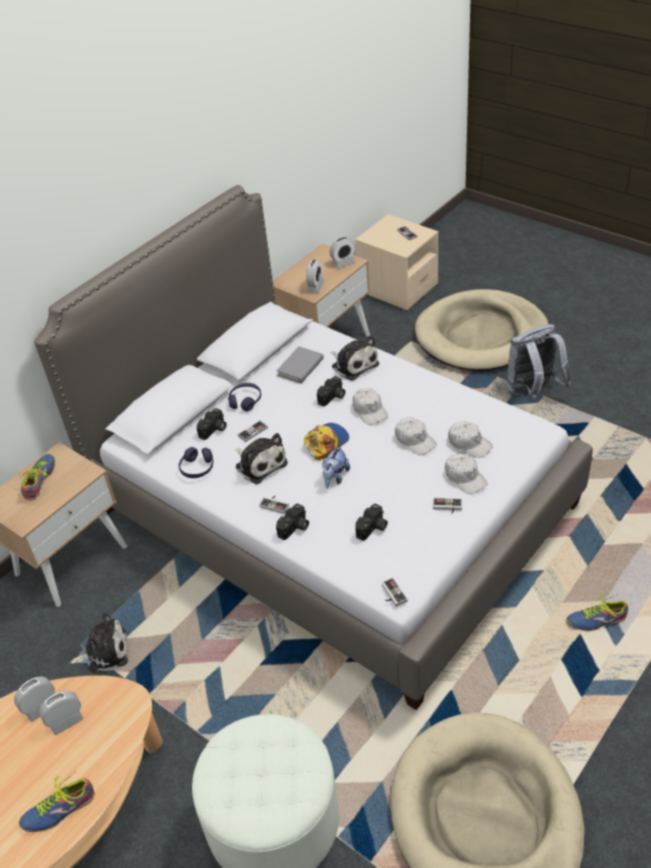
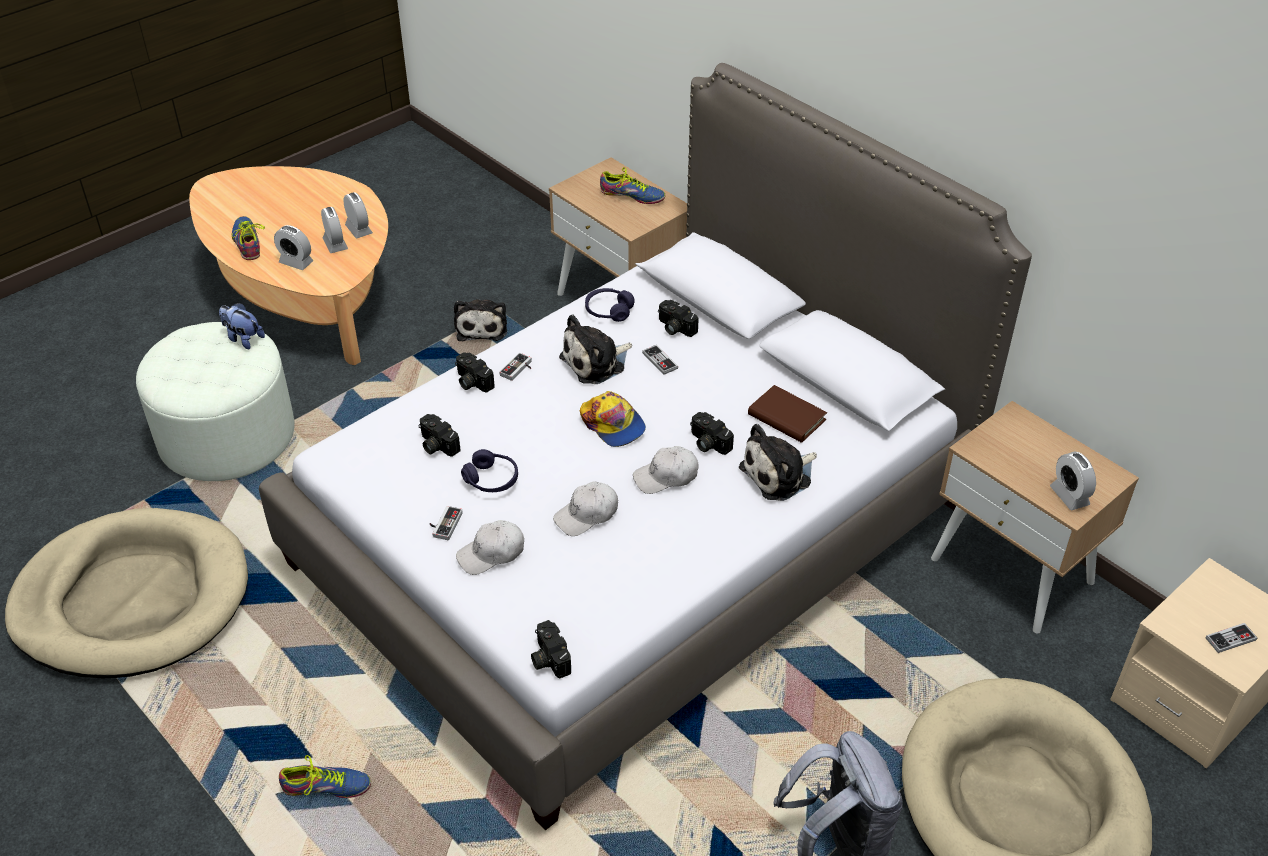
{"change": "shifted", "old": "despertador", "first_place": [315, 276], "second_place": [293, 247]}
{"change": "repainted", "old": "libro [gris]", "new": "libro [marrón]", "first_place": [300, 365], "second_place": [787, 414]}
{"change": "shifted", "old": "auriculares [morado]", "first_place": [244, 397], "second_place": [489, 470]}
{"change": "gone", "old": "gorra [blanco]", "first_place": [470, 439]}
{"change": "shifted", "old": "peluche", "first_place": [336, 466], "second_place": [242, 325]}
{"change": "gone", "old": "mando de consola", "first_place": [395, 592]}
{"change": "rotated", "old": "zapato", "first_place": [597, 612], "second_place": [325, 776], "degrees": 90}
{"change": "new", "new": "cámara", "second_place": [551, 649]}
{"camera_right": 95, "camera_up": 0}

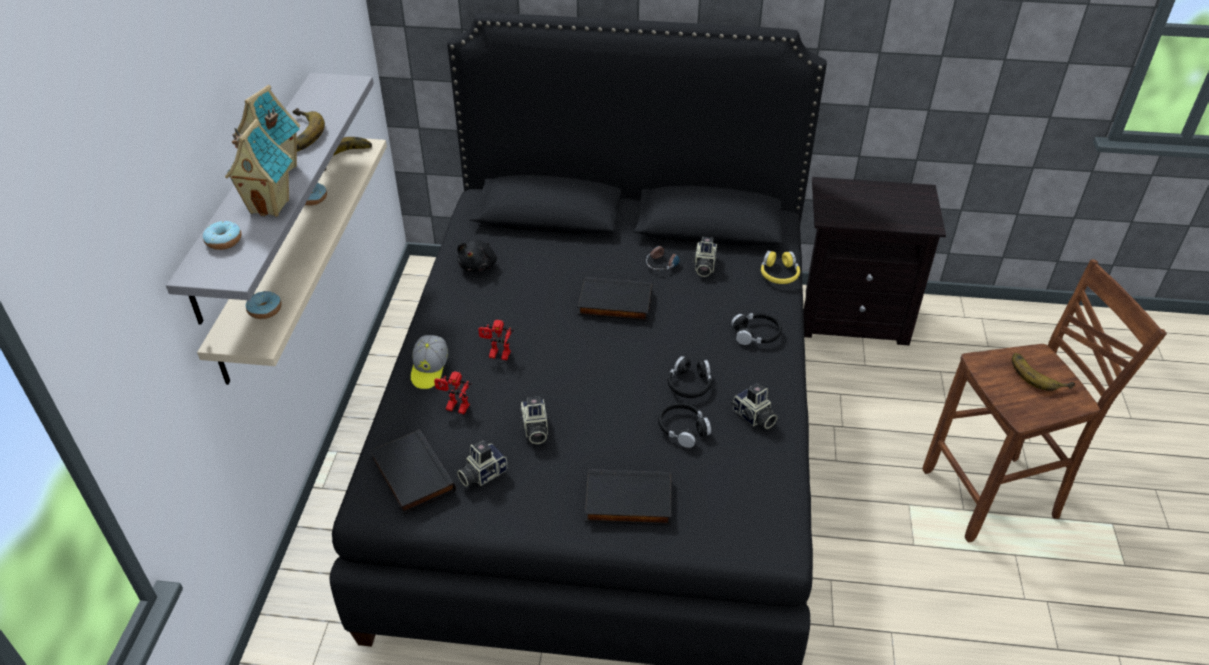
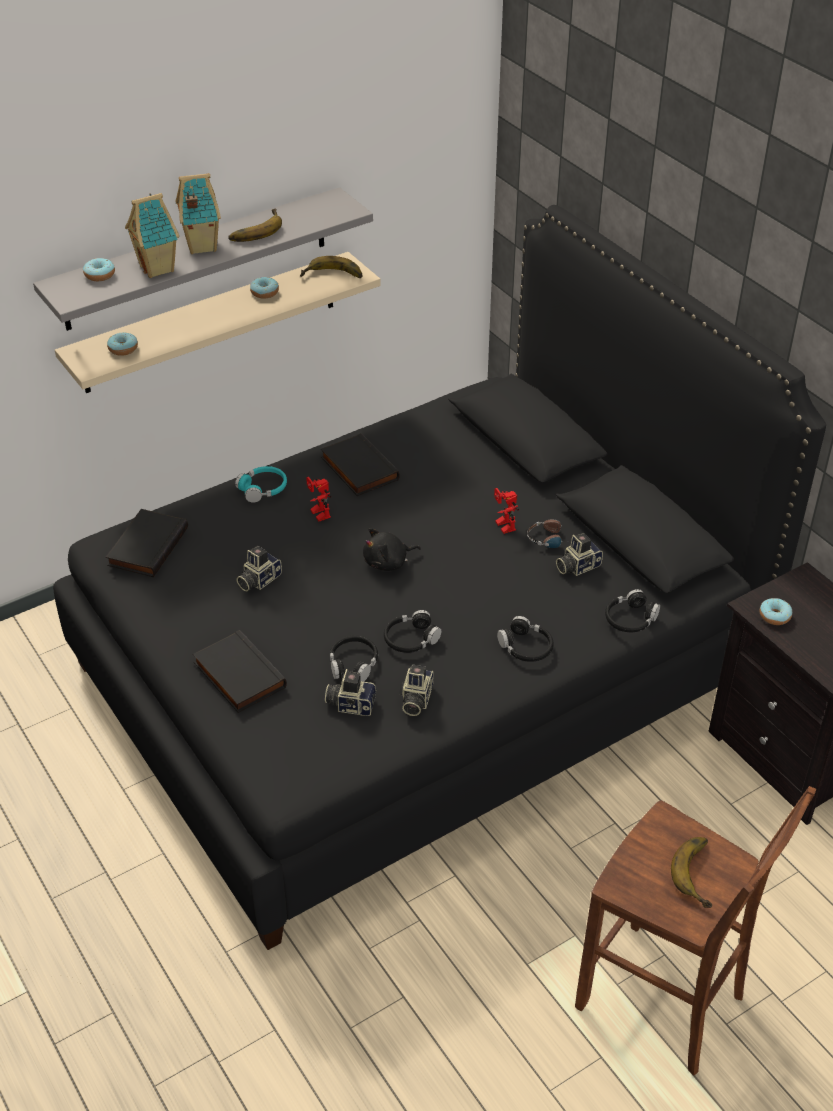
{"change": "shifted", "old": "peluche [negro]", "first_place": [477, 256], "second_place": [392, 549]}
{"change": "repainted", "old": "auriculares [amarillo]", "new": "auriculares [negro]", "first_place": [780, 267], "second_place": [632, 610]}
{"change": "shifted", "old": "libro [negro]", "first_place": [615, 299], "second_place": [360, 464]}
{"change": "swapped", "old": "gorra", "new": "auriculares [turquesa]", "first_place": [429, 362], "second_place": [261, 484]}
{"change": "shifted", "old": "robot de juguete", "first_place": [453, 392], "second_place": [506, 511]}
{"change": "shifted", "old": "cámara", "first_place": [482, 464], "second_place": [351, 692]}
{"change": "new", "new": "rosquilla", "second_place": [776, 611]}
{"camera_right": 50, "camera_up": 0}

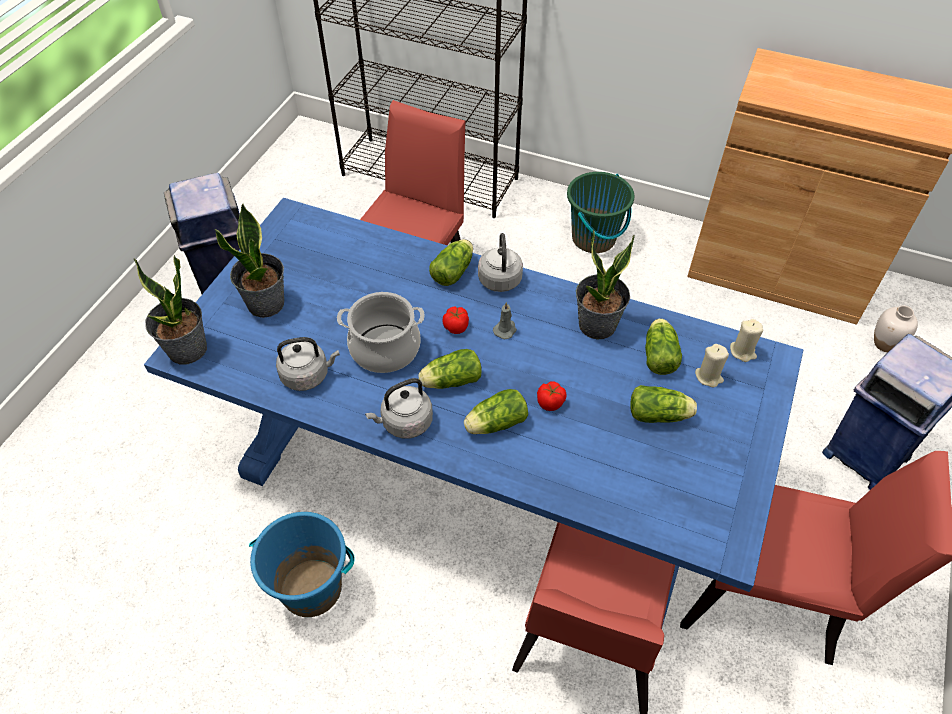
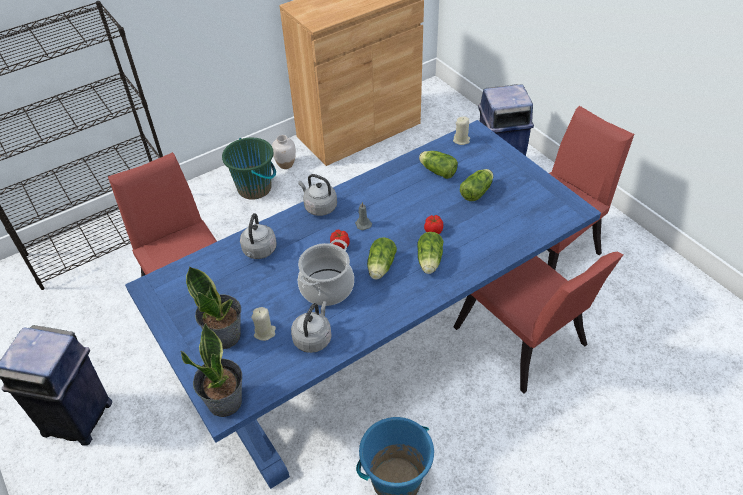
{"change": "gone", "old": "planta en maceta", "first_place": [605, 285]}
{"change": "gone", "old": "lechuga", "first_place": [451, 262]}
{"change": "shifted", "old": "florero [blanco]", "first_place": [896, 328], "second_place": [284, 152]}
{"change": "shifted", "old": "vela [beis]", "first_place": [712, 366], "second_place": [263, 324]}
{"change": "shifted", "old": "hervidor [gris]", "first_place": [399, 408], "second_place": [258, 236]}
{"camera_right": -55, "camera_up": -5}

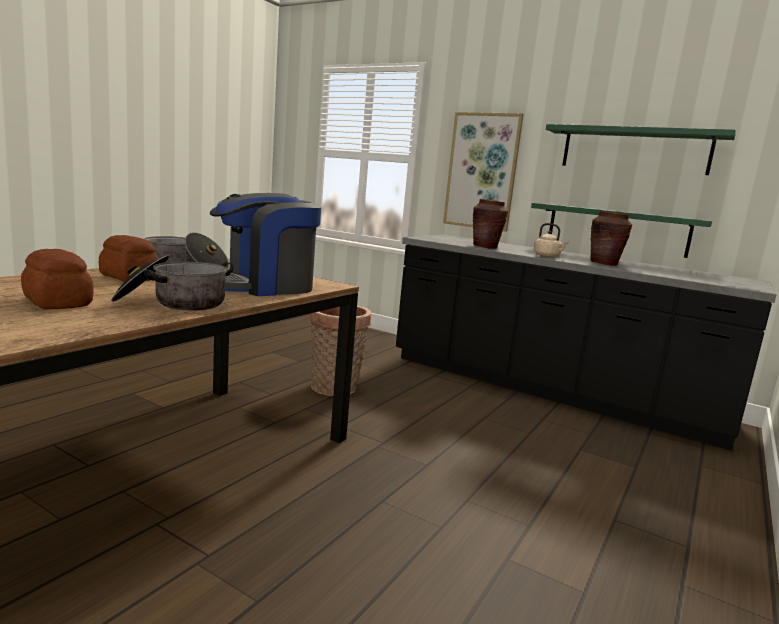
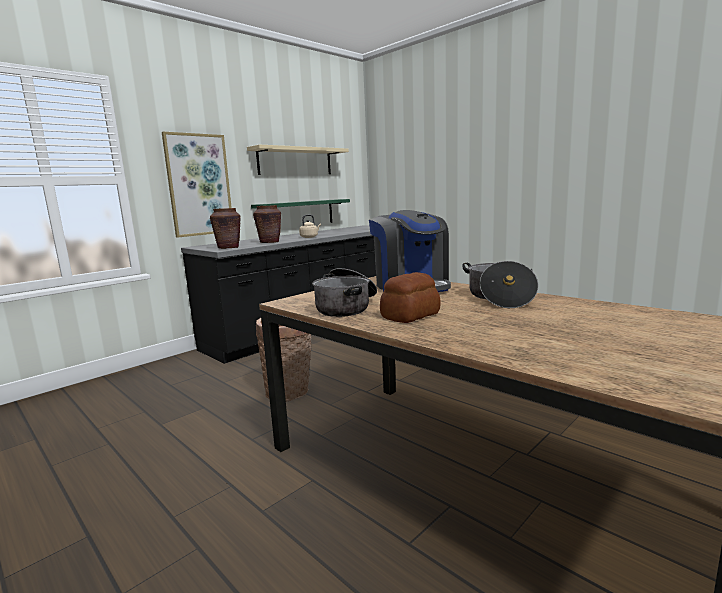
{"change": "repainted", "old": "estante [verde]", "new": "estante [beis]", "first_place": [641, 149], "second_place": [298, 160]}
{"change": "shifted", "old": "florero [marrón]", "first_place": [611, 238], "second_place": [225, 228]}
{"change": "gone", "old": "pan", "first_place": [57, 279]}
{"camera_right": -75, "camera_up": 0}

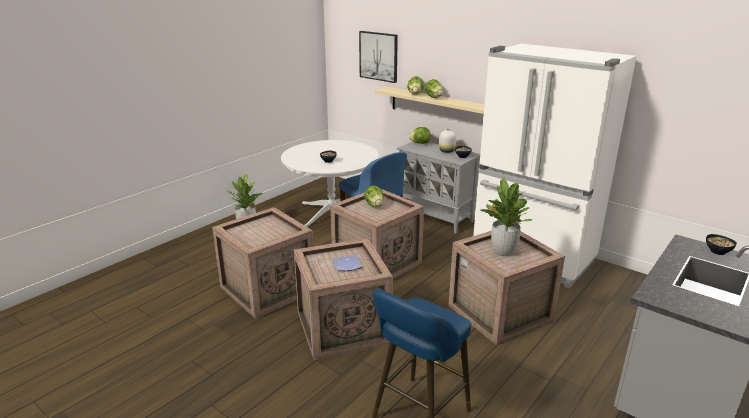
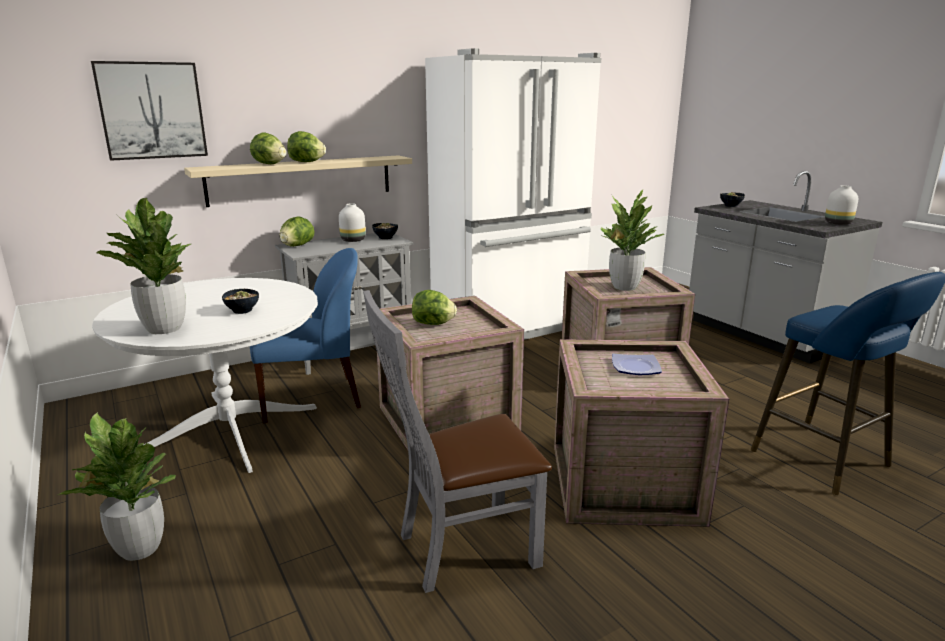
{"change": "swapped", "old": "caja de embalaje", "new": "silla [gris]", "first_place": [263, 263], "second_place": [457, 441]}
{"change": "new", "new": "florero [blanco]", "second_place": [841, 205]}
{"change": "new", "new": "planta en maceta", "second_place": [144, 266]}
{"camera_right": -70, "camera_up": -5}

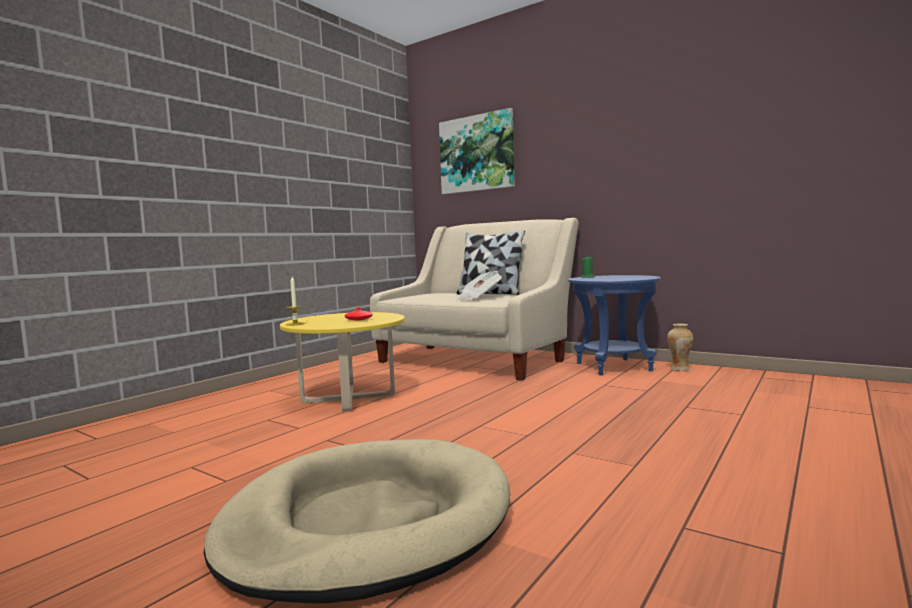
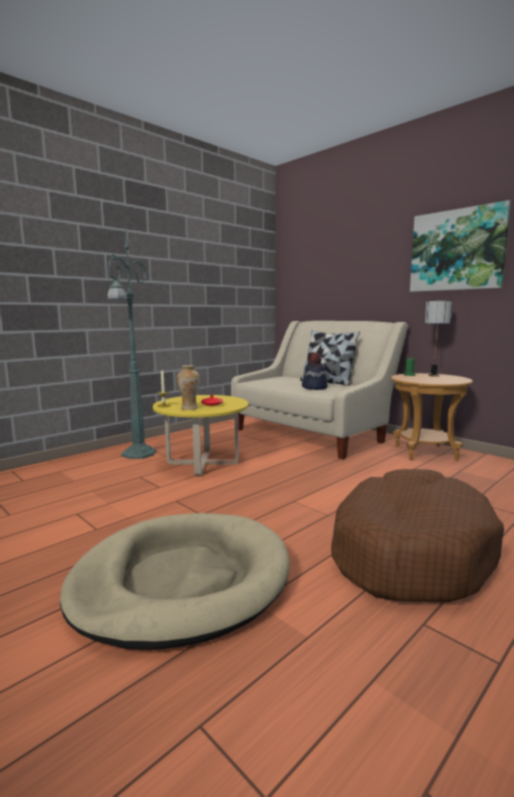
{"change": "shifted", "old": "cuadro", "first_place": [477, 151], "second_place": [460, 246]}
{"change": "swapped", "old": "periódico", "new": "sombrero", "first_place": [478, 285], "second_place": [315, 371]}
{"change": "repainted", "old": "mesa auxiliar [azul]", "new": "mesa auxiliar [marrón]", "first_place": [614, 325], "second_place": [432, 416]}
{"change": "shifted", "old": "florero", "first_place": [680, 347], "second_place": [188, 387]}
{"change": "new", "new": "lámpara de pie [verde]", "second_place": [132, 340]}
{"change": "new", "new": "lámpara de mesa", "second_place": [438, 338]}
{"change": "new", "new": "cama para perro [marrón]", "second_place": [417, 535]}
{"camera_right": 10, "camera_up": 5}

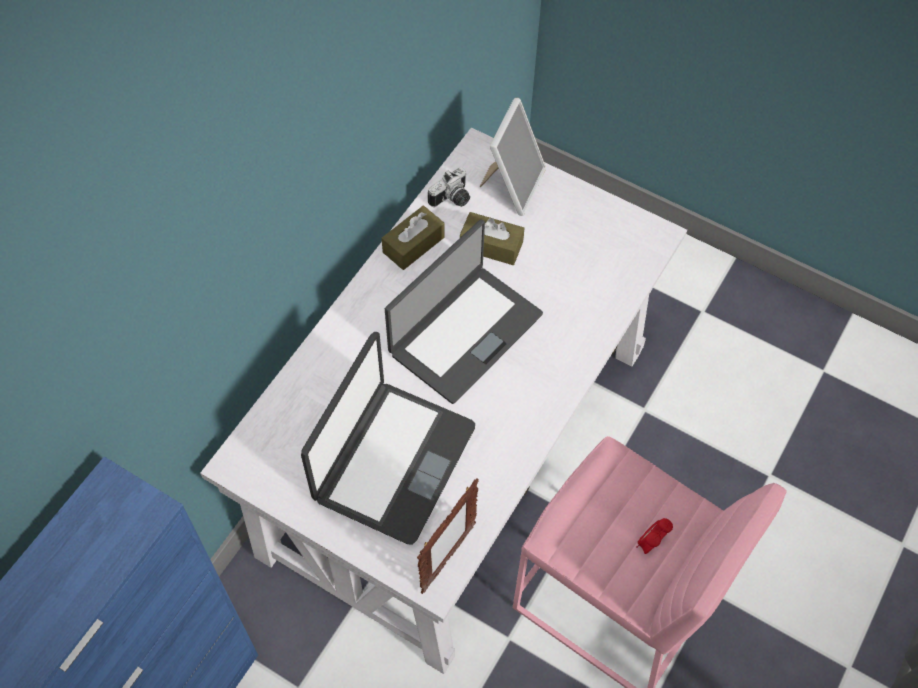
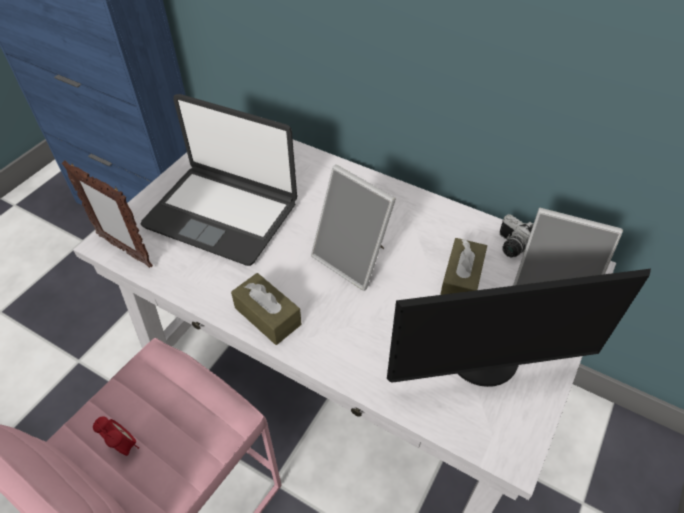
{"change": "shifted", "old": "caja de pañuelos [marrón]", "first_place": [413, 238], "second_place": [266, 309]}
{"change": "swapped", "old": "portátil", "new": "portarretratos", "first_place": [464, 311], "second_place": [353, 228]}
{"change": "new", "new": "monitor", "second_place": [519, 328]}
{"camera_right": 90, "camera_up": -10}

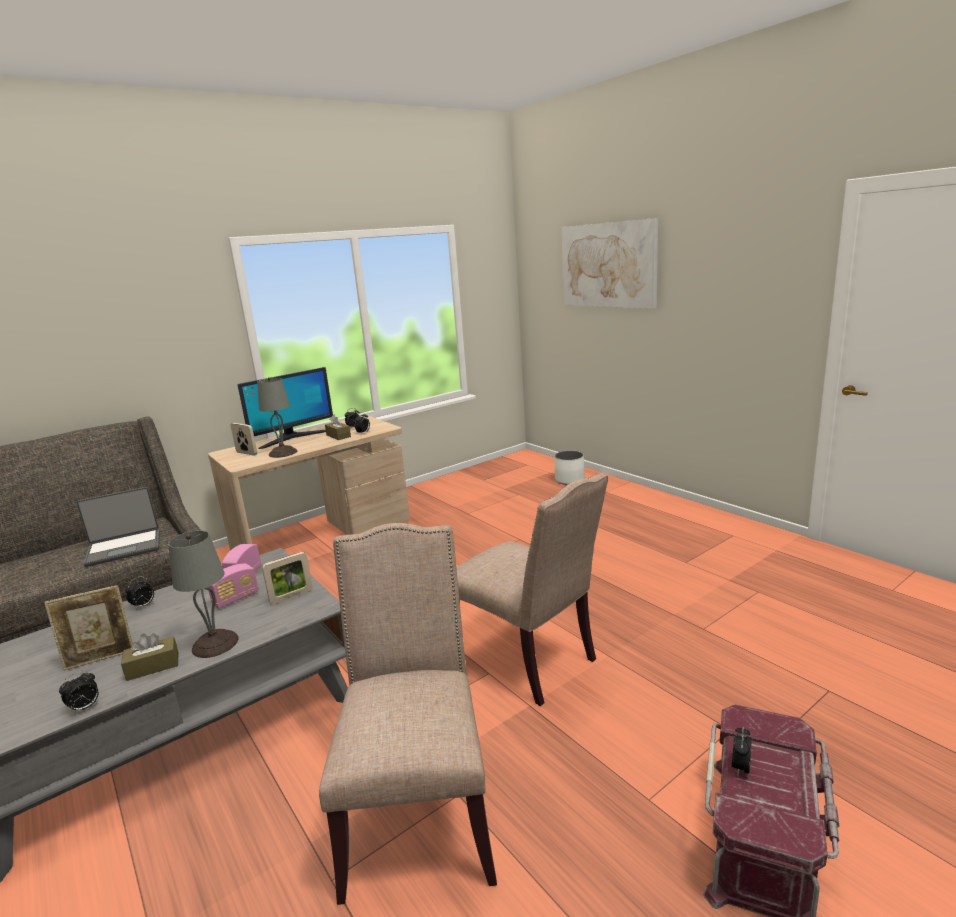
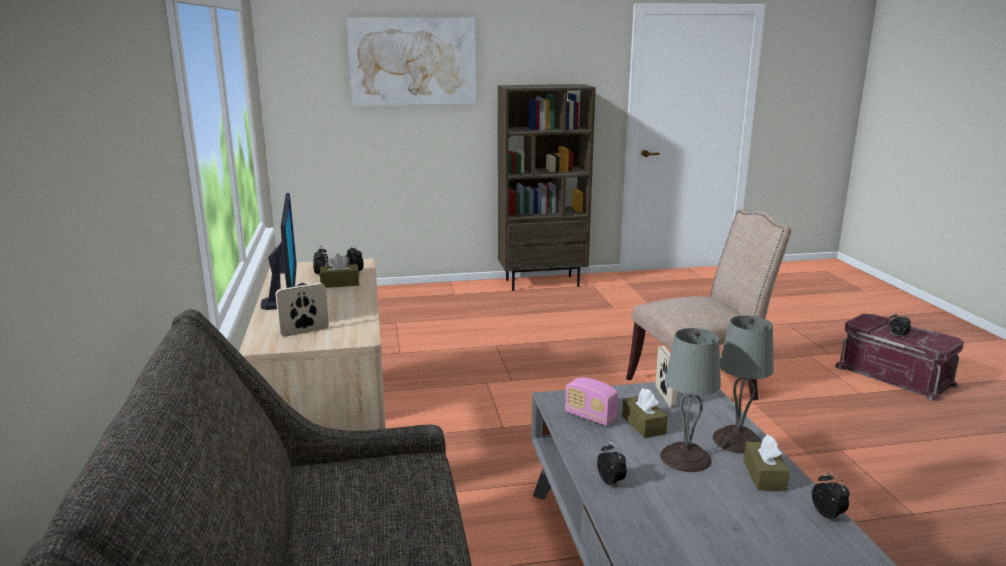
{"change": "shifted", "old": "lámpara de mesa [gris]", "first_place": [277, 417], "second_place": [690, 400]}
{"change": "gone", "old": "maceta [blanco]", "first_place": [569, 468]}
{"change": "gone", "old": "portátil", "first_place": [118, 527]}
{"change": "gone", "old": "silla [beis]", "first_place": [408, 714]}
{"change": "swapped", "old": "radio", "new": "caja de pañuelos [marrón]", "first_place": [233, 586], "second_place": [645, 413]}
{"change": "gone", "old": "portarretratos", "first_place": [88, 628]}
{"change": "new", "new": "estantería [marrón]", "second_place": [547, 187]}
{"camera_right": -65, "camera_up": 0}

